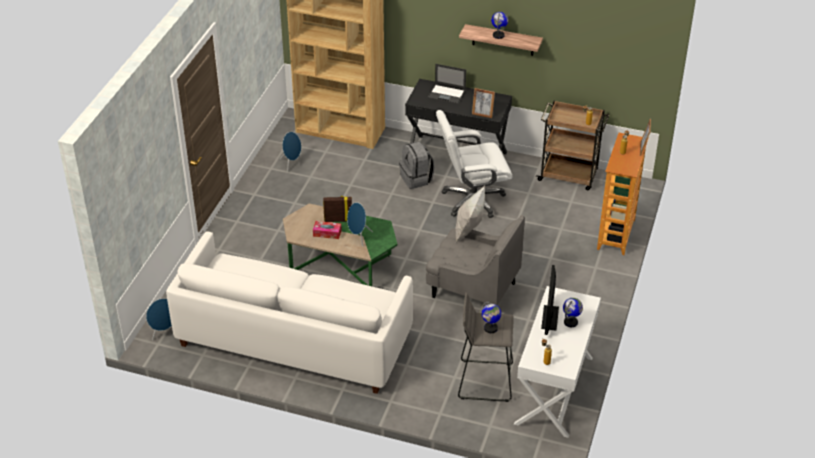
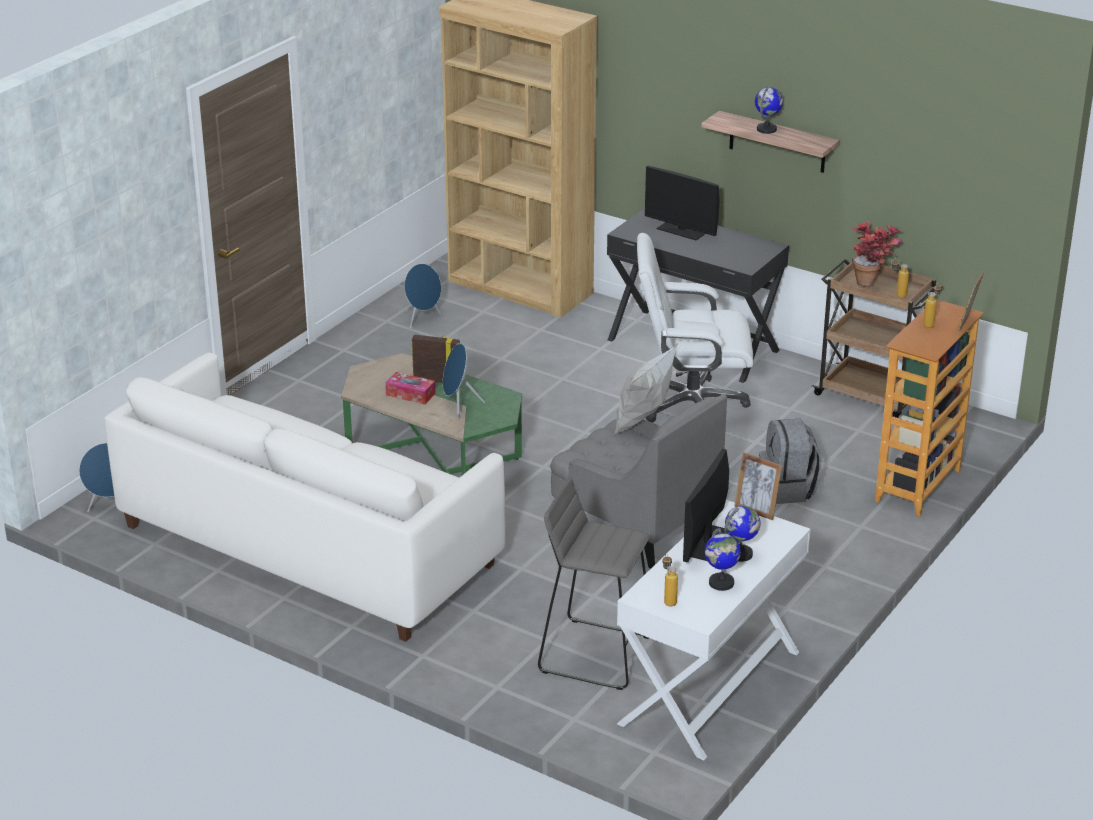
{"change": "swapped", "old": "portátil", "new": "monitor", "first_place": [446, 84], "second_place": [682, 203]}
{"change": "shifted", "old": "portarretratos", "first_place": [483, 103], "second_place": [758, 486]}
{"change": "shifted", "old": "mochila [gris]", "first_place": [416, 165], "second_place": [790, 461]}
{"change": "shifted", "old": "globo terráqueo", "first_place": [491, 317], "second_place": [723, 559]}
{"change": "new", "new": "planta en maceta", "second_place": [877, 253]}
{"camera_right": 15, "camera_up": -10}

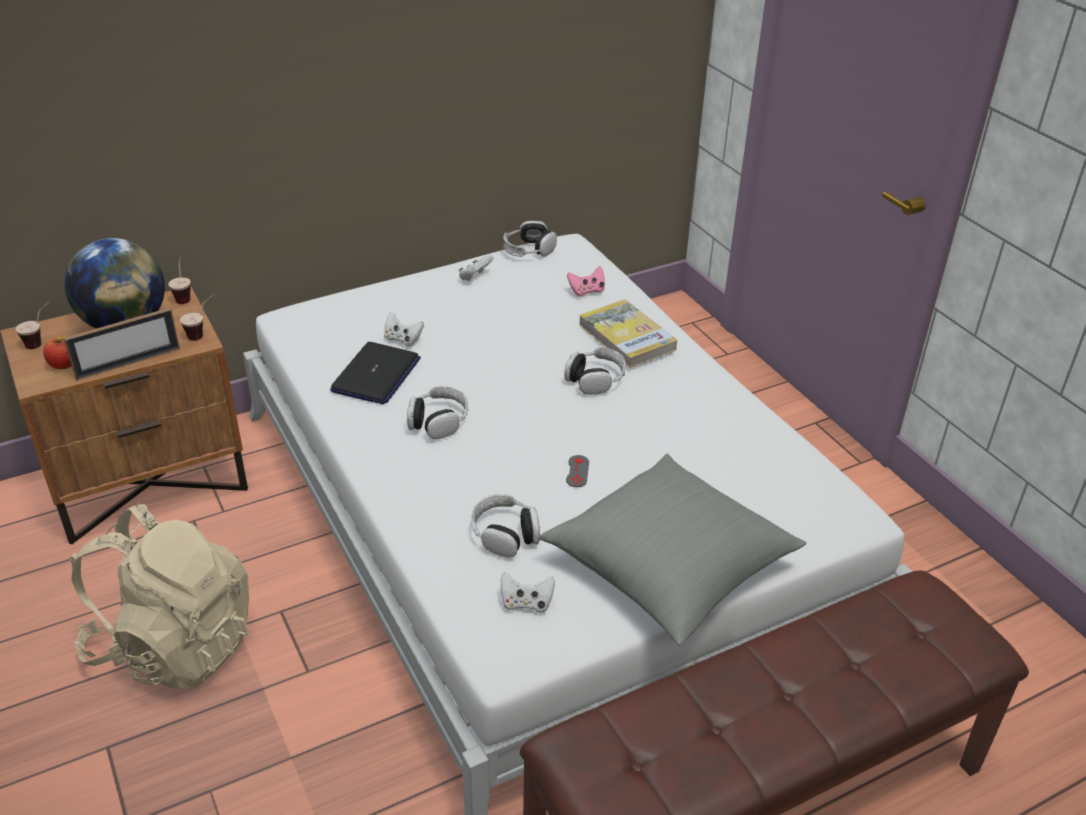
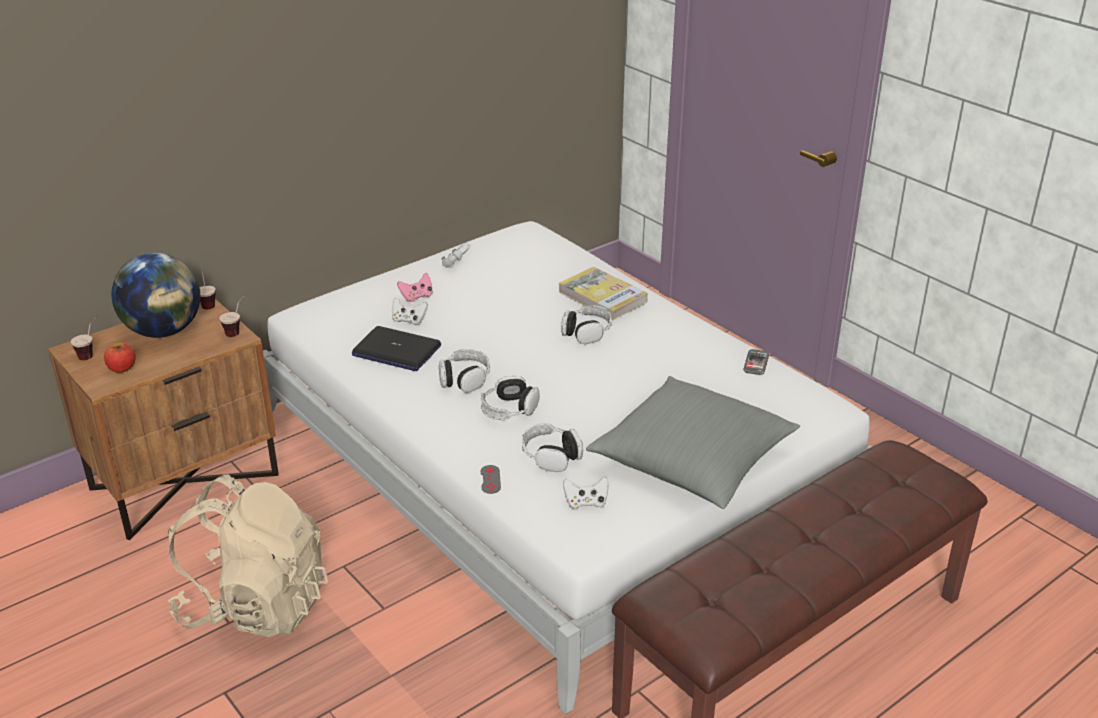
{"change": "shifted", "old": "auriculares", "first_place": [530, 239], "second_place": [510, 398]}
{"change": "shifted", "old": "mando de consola [rosa]", "first_place": [586, 281], "second_place": [415, 287]}
{"change": "gone", "old": "portarretratos", "first_place": [122, 344]}
{"change": "rotated", "old": "portátil", "first_place": [375, 373], "second_place": [396, 348], "degrees": 105}
{"change": "shifted", "old": "mando de consola [gris]", "first_place": [577, 471], "second_place": [491, 479]}
{"change": "new", "new": "móvil", "second_place": [756, 362]}
{"camera_right": -10, "camera_up": -5}

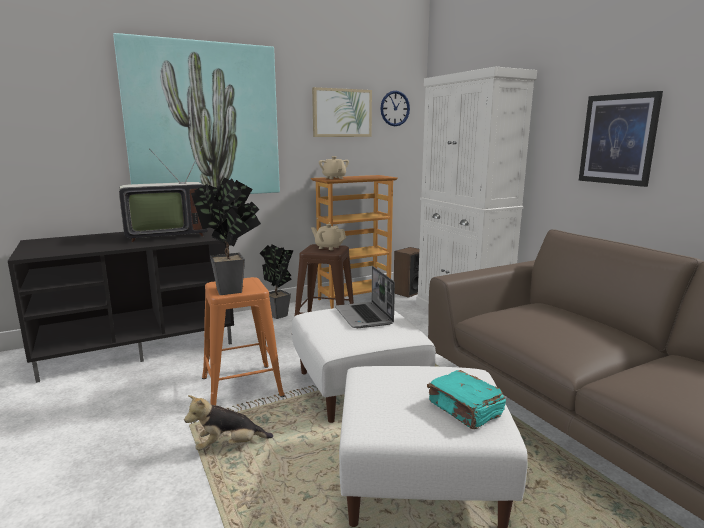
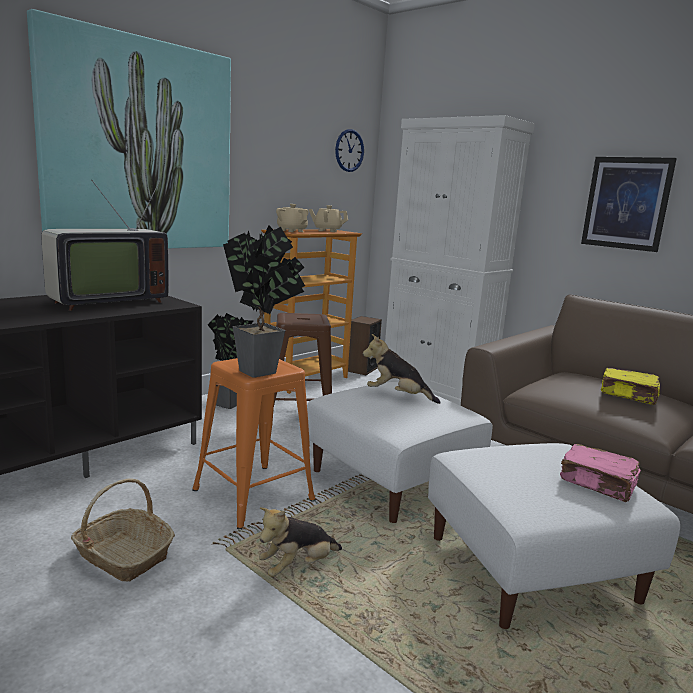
{"change": "gone", "old": "cuadro", "first_place": [342, 112]}
{"change": "shifted", "old": "tetera [beis]", "first_place": [328, 237], "second_place": [328, 218]}
{"change": "swapped", "old": "portátil", "new": "peluche", "first_place": [365, 297], "second_place": [401, 369]}
{"change": "repainted", "old": "libro [turquesa]", "new": "libro [rosa]", "first_place": [466, 399], "second_place": [600, 473]}
{"change": "new", "new": "libro [amarillo]", "second_place": [630, 386]}
{"change": "new", "new": "cesta", "second_place": [123, 530]}
{"camera_right": -20, "camera_up": 0}

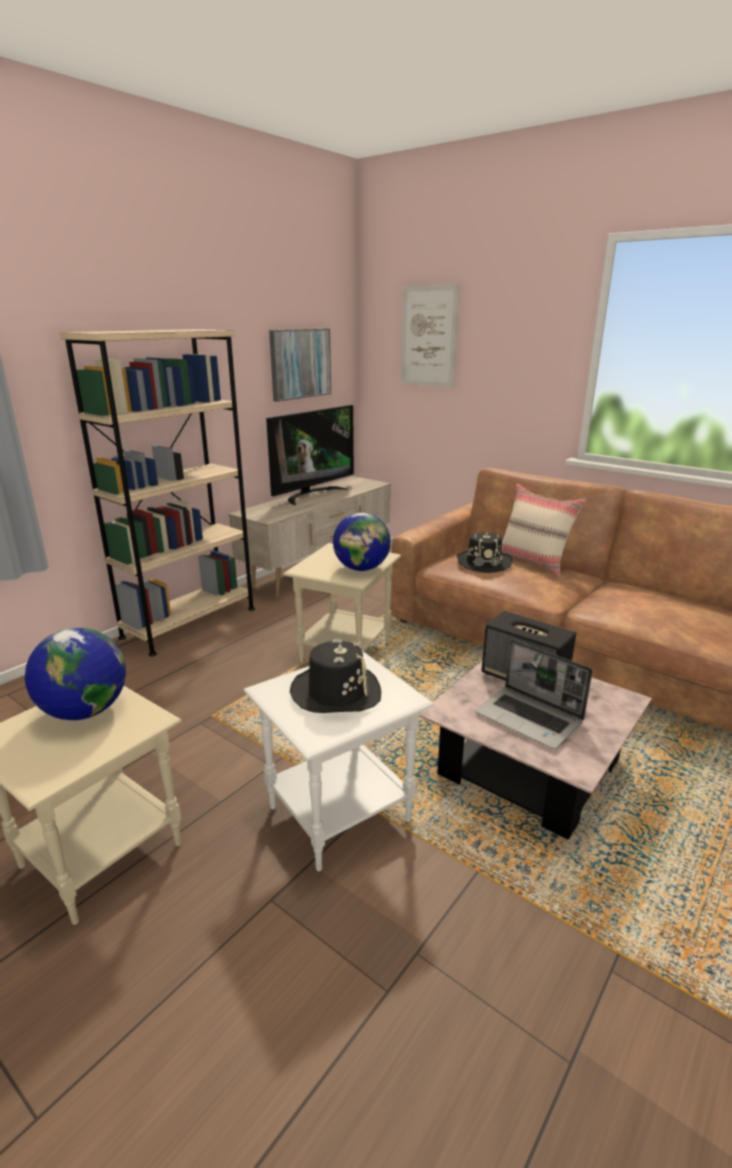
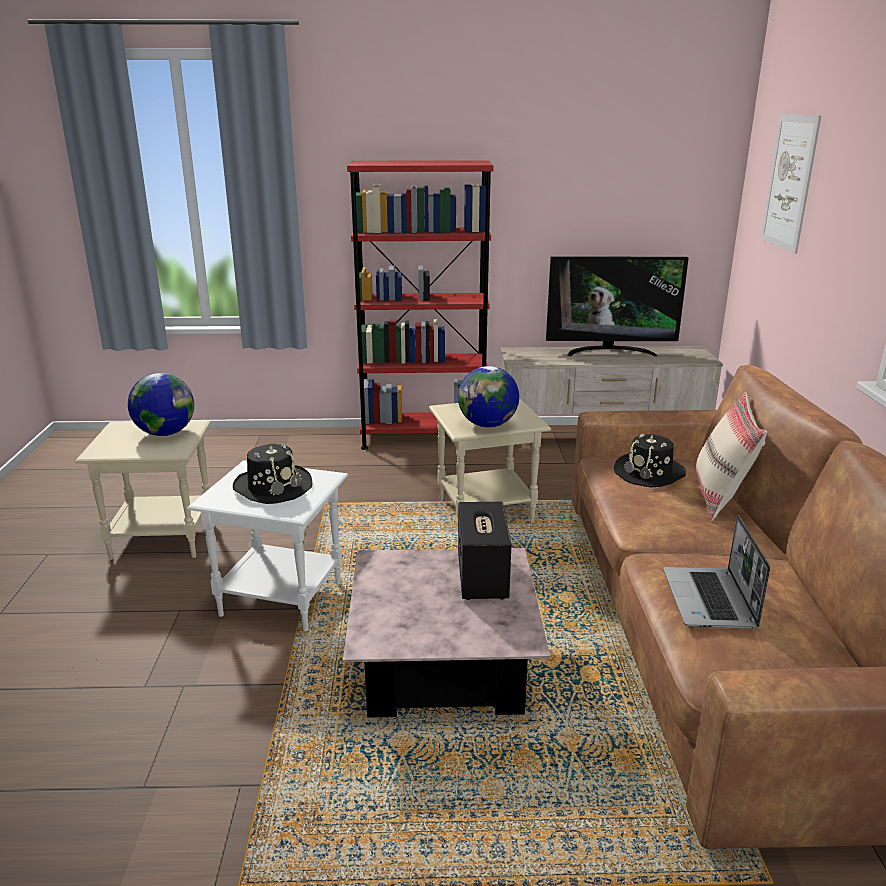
{"change": "repainted", "old": "estantería [beis]", "new": "estantería [rojo]", "first_place": [157, 492], "second_place": [420, 305]}
{"change": "gone", "old": "cuadro", "first_place": [300, 365]}
{"change": "shifted", "old": "portátil", "first_place": [534, 694], "second_place": [716, 572]}
{"camera_right": 50, "camera_up": 0}

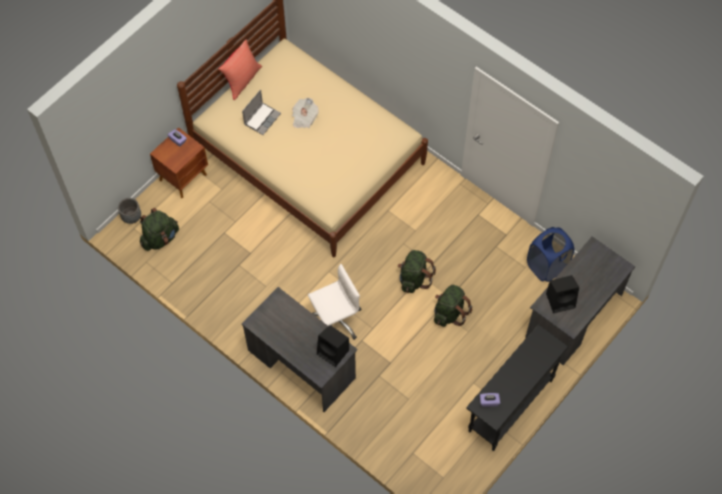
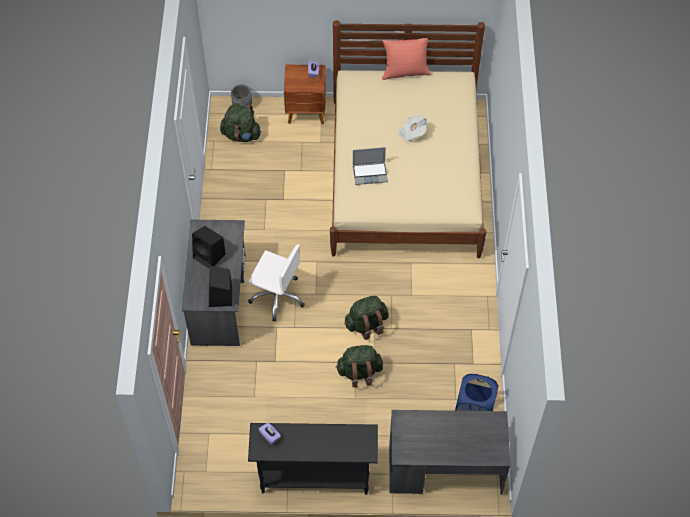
{"change": "shifted", "old": "portátil", "first_place": [261, 112], "second_place": [370, 166]}
{"change": "shifted", "old": "altavoz [negro]", "first_place": [562, 294], "second_place": [209, 247]}
{"camera_right": 50, "camera_up": -5}

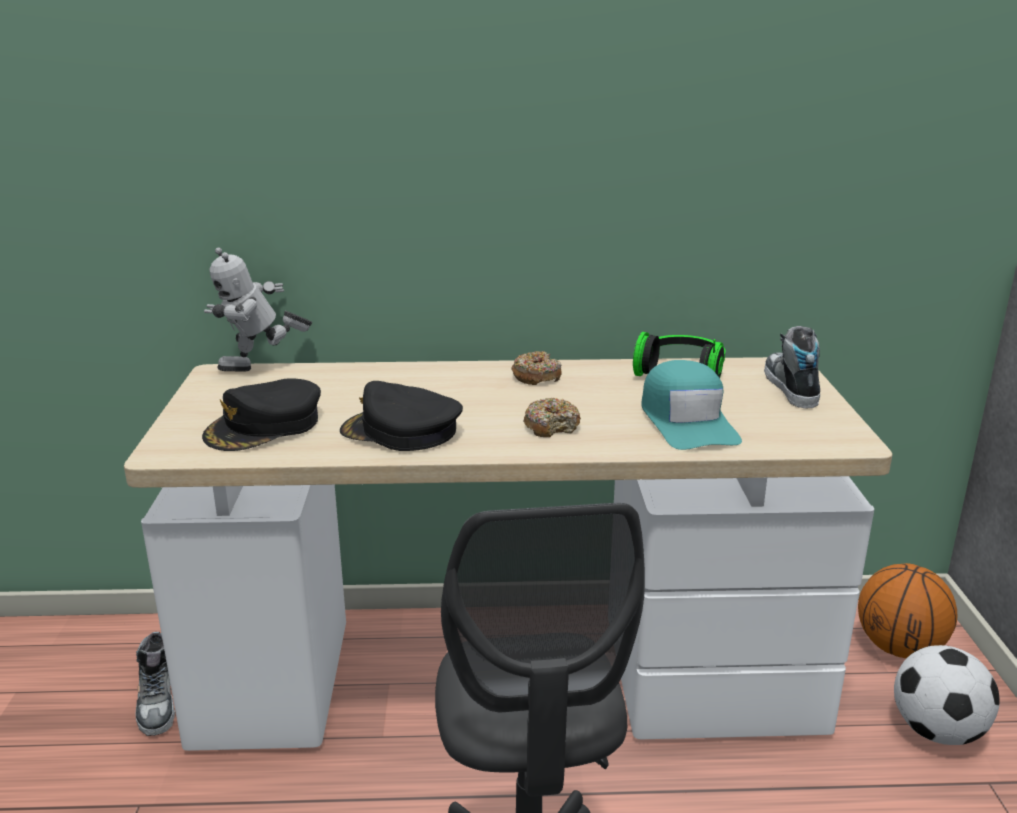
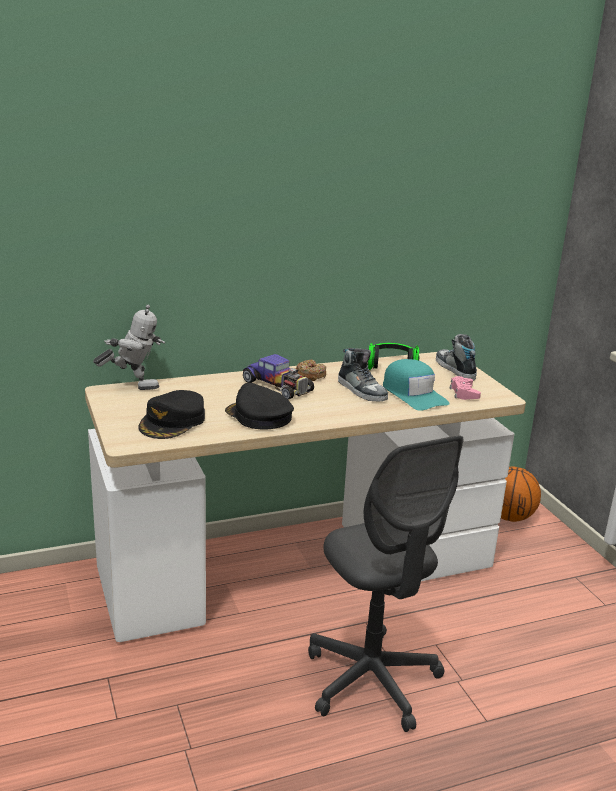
{"change": "rotated", "old": "robot de juguete", "first_place": [258, 309], "second_place": [129, 347], "degrees": -135}
{"change": "rotated", "old": "gorra [negro]", "first_place": [401, 416], "second_place": [259, 406], "degrees": 45}
{"change": "gone", "old": "rosquilla", "first_place": [552, 417]}
{"change": "shifted", "old": "zapato", "first_place": [155, 684], "second_place": [363, 375]}
{"change": "gone", "old": "balón de fútbol", "first_place": [947, 695]}
{"change": "new", "new": "coche de juguete", "second_place": [278, 377]}
{"change": "new", "new": "mando de consola [rosa]", "second_place": [465, 388]}
{"camera_right": -20, "camera_up": 0}

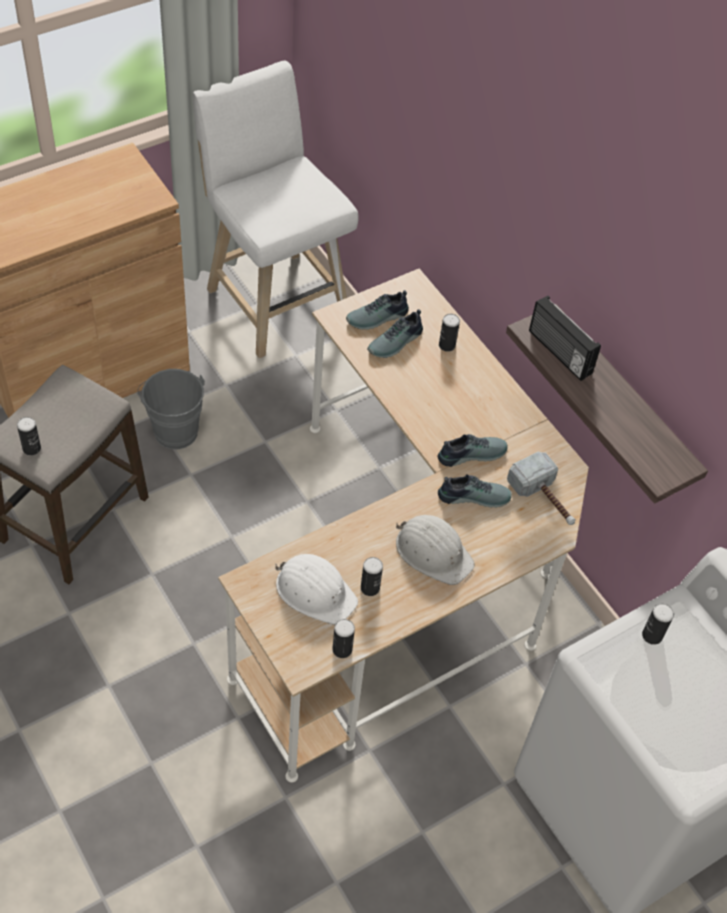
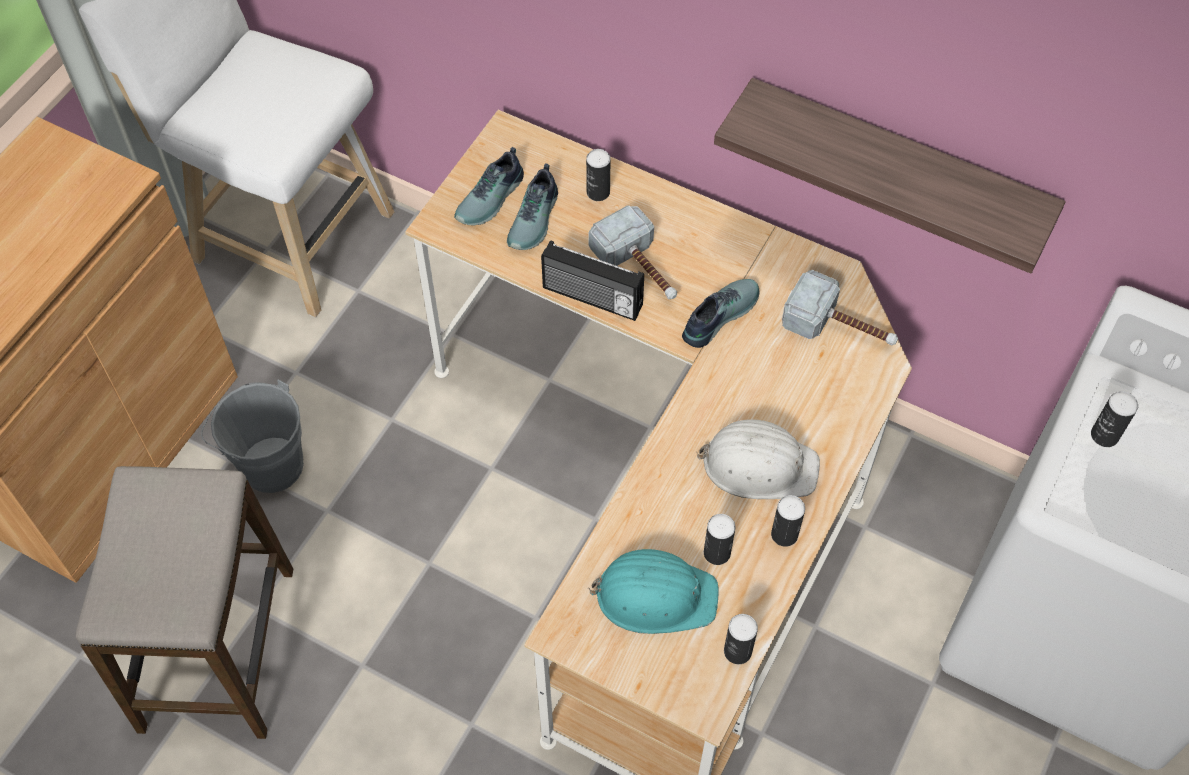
{"change": "shifted", "old": "radio", "first_place": [565, 338], "second_place": [592, 280]}
{"change": "shifted", "old": "lata", "first_place": [29, 436], "second_place": [788, 521]}
{"change": "gone", "old": "zapato", "first_place": [475, 491]}
{"change": "repainted", "old": "casco [blanco]", "new": "casco [turquesa]", "first_place": [316, 589], "second_place": [654, 591]}
{"change": "new", "new": "martillo", "second_place": [633, 252]}
{"camera_right": -25, "camera_up": 5}

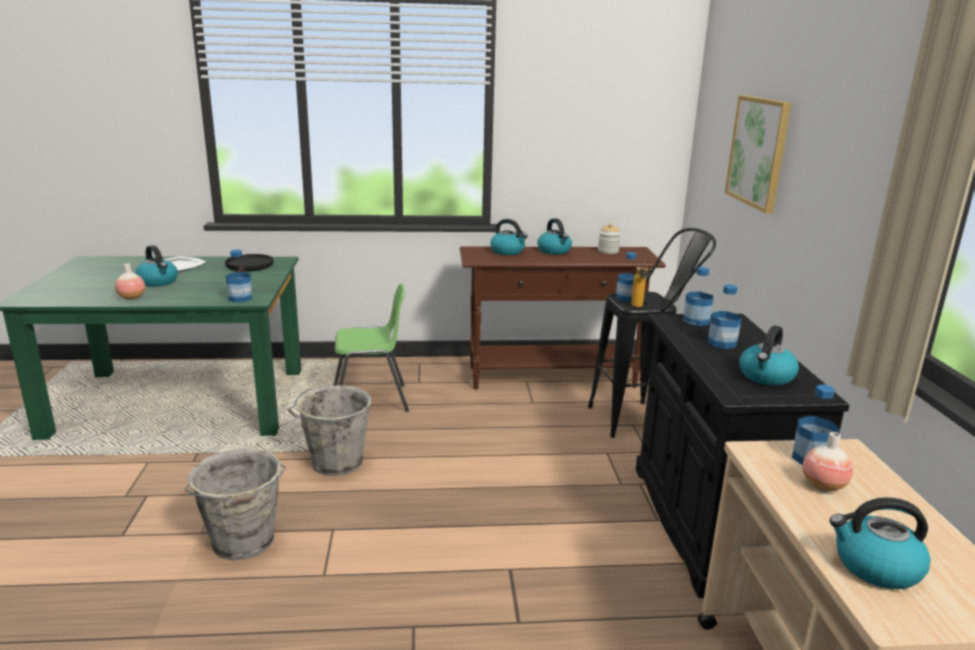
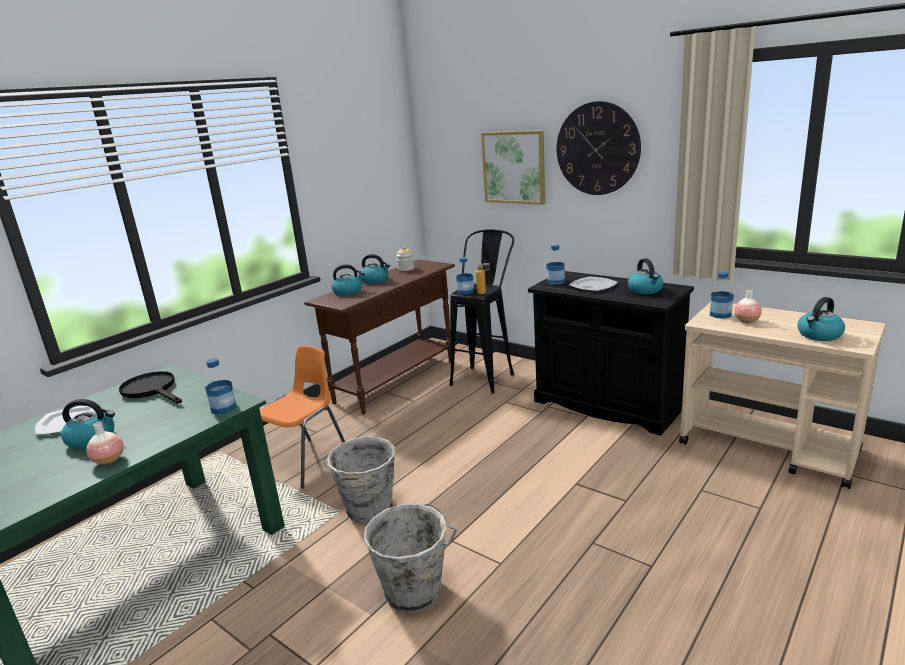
{"change": "repainted", "old": "silla [verde]", "new": "silla [naranja]", "first_place": [371, 347], "second_place": [302, 417]}
{"change": "swapped", "old": "botella", "new": "plato", "first_place": [724, 316], "second_place": [593, 284]}
{"change": "new", "new": "reloj de pared", "second_place": [599, 148]}
{"camera_right": -45, "camera_up": 0}

